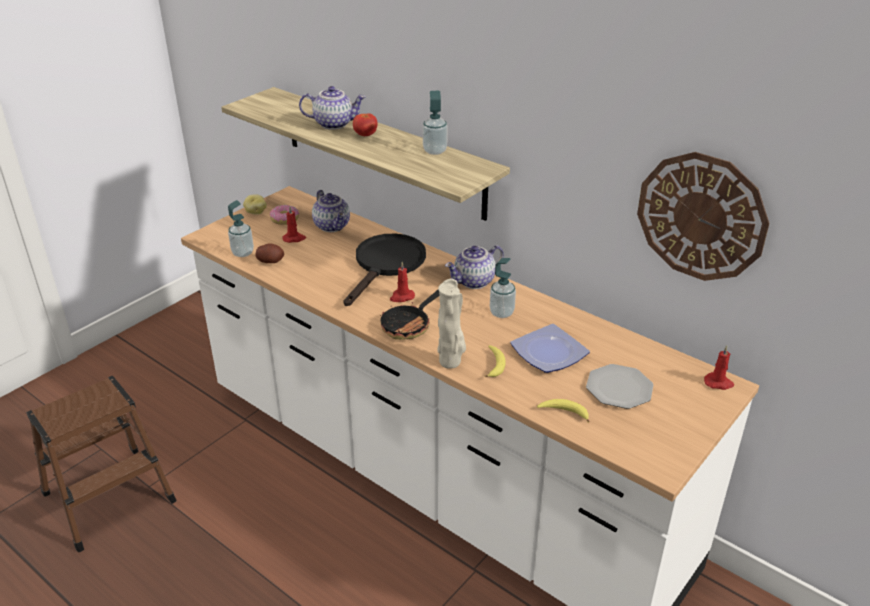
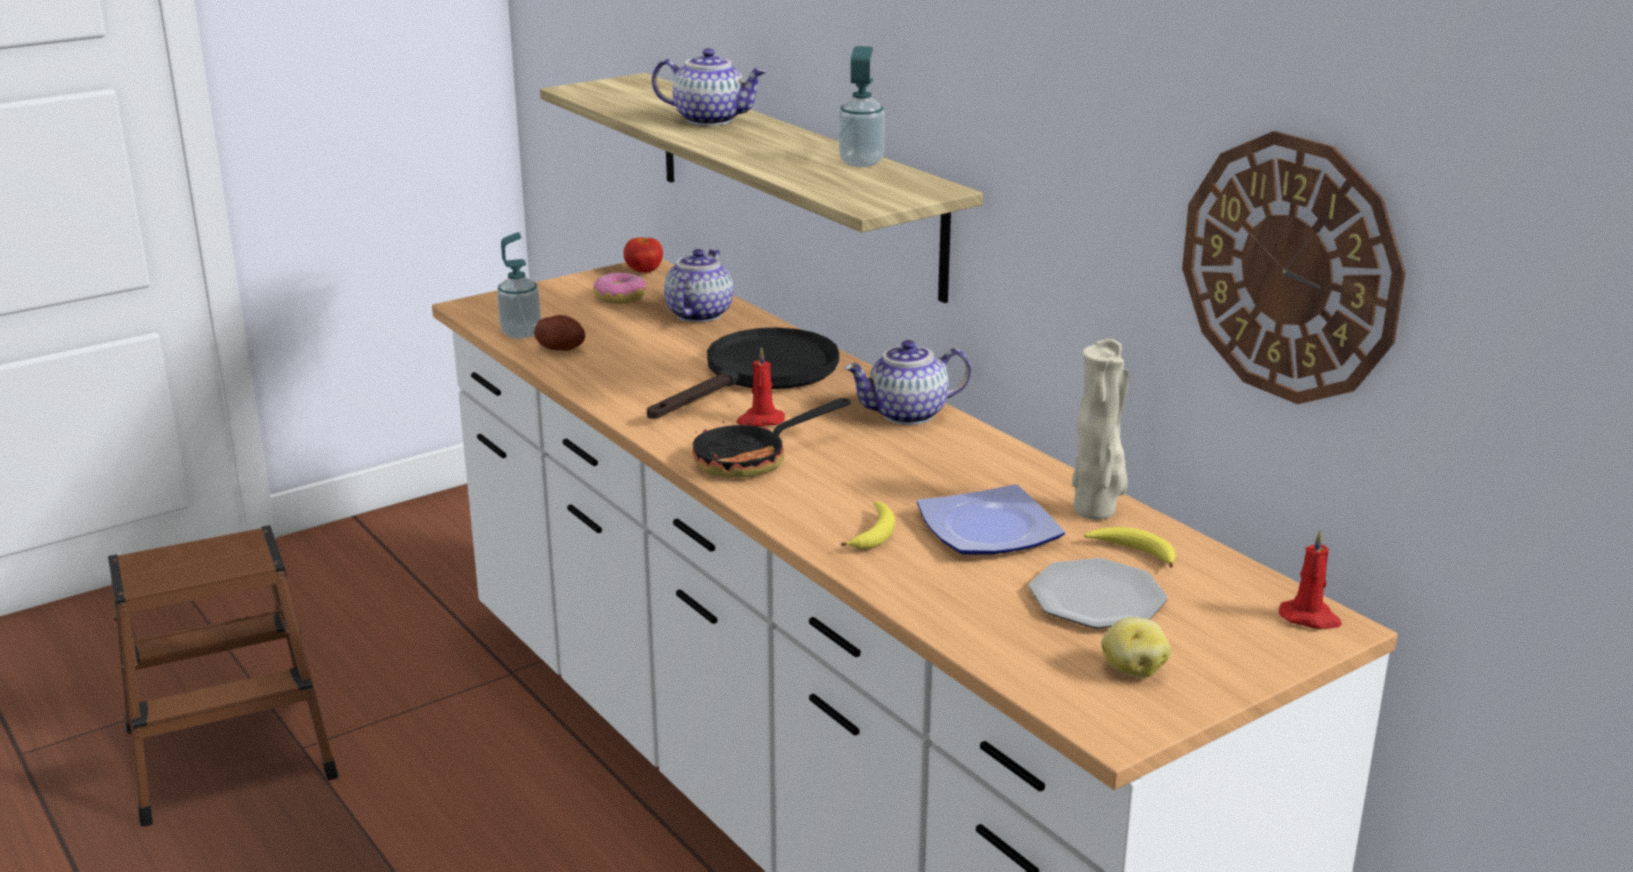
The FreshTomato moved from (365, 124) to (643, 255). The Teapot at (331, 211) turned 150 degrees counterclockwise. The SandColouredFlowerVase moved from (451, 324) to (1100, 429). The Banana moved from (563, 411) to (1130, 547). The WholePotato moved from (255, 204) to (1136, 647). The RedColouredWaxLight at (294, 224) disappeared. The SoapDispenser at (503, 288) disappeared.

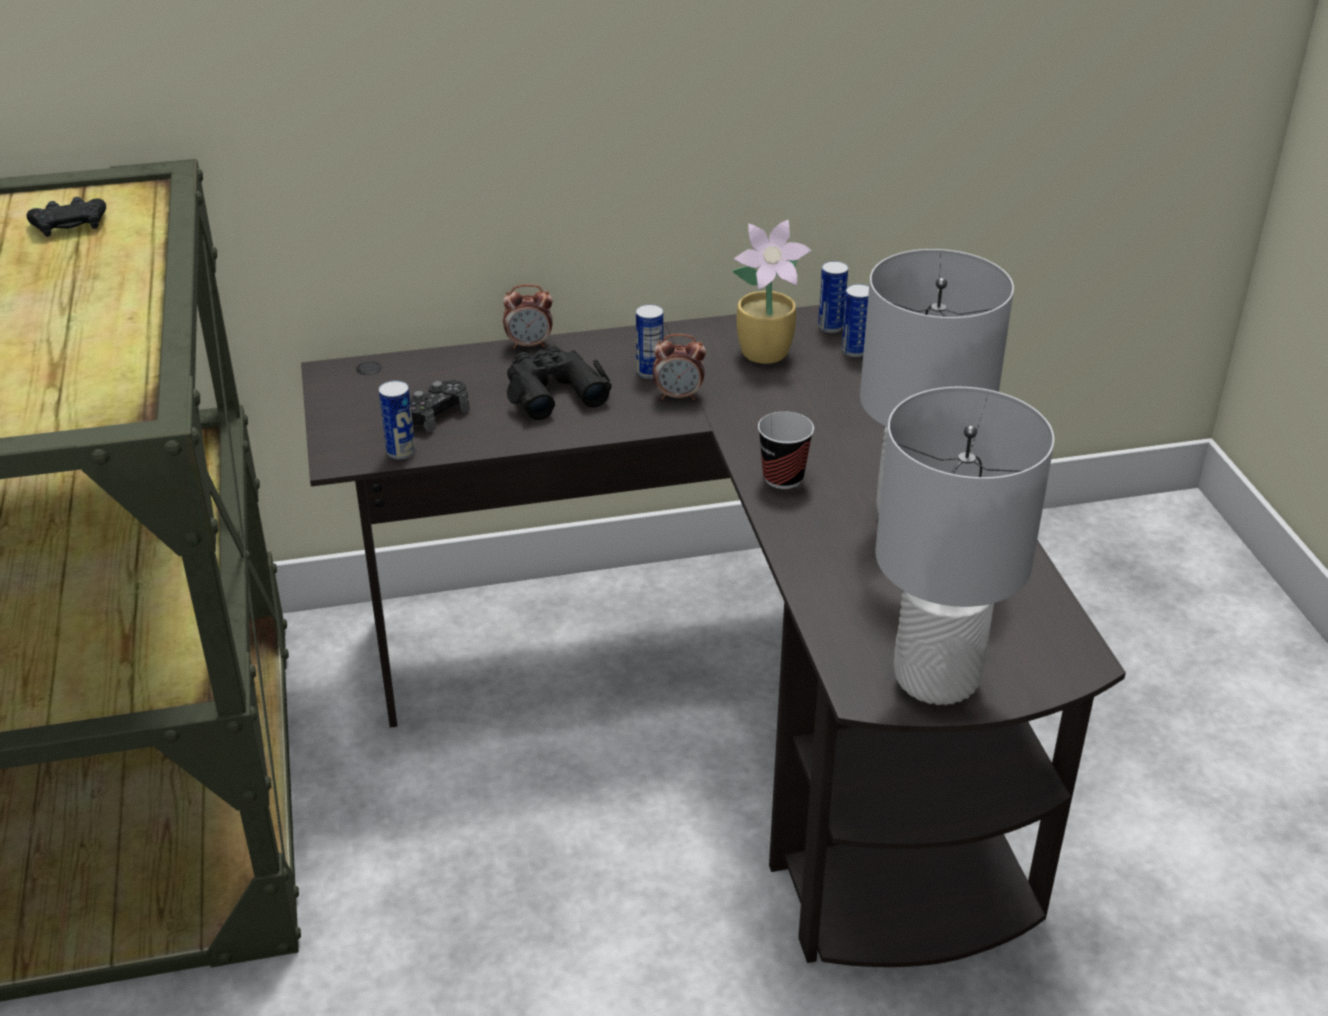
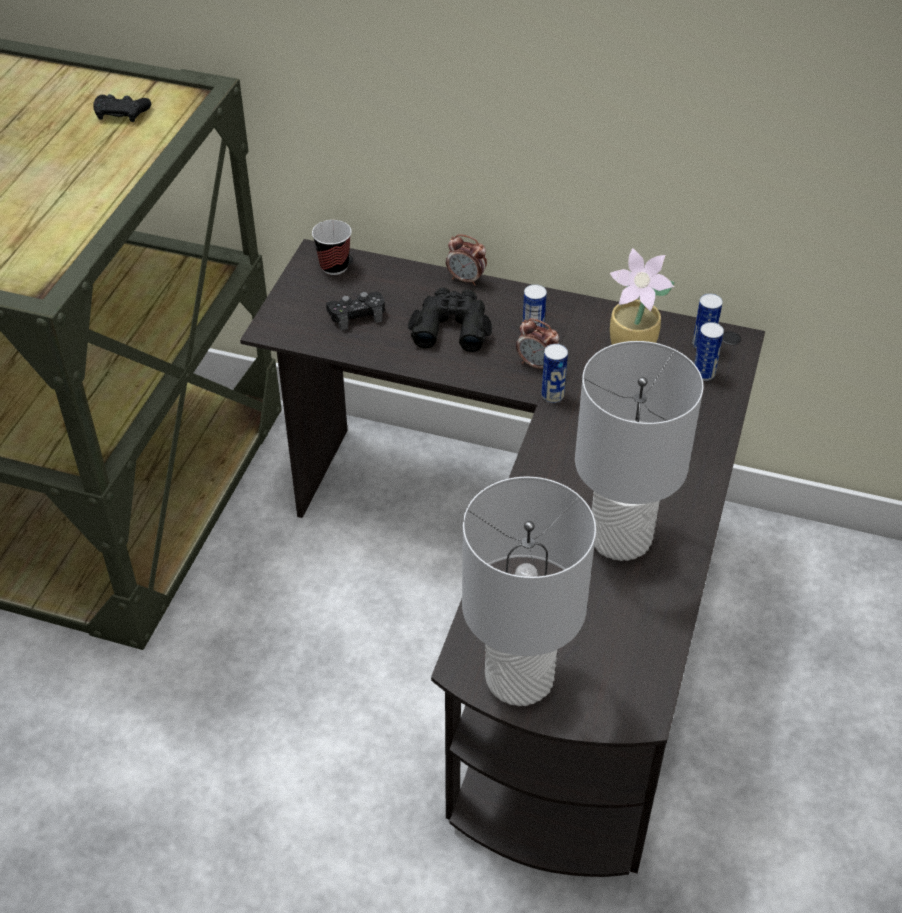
The Cup moved from (786, 450) to (332, 247). The MetalCan moved from (397, 419) to (554, 373).

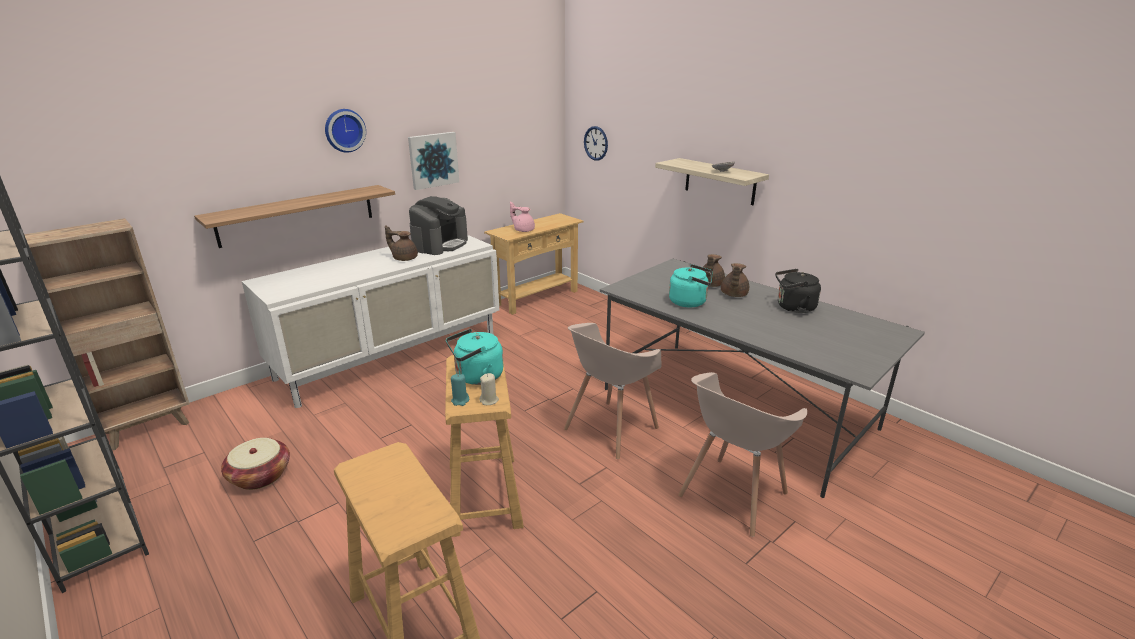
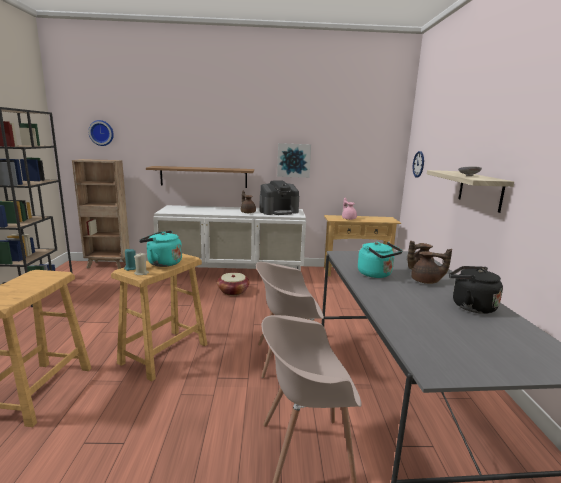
The HangingClock moved from (345, 131) to (101, 133). The Basket moved from (255, 464) to (233, 284). The BrownTeapot at (735, 280) turned 135 degrees counterclockwise.

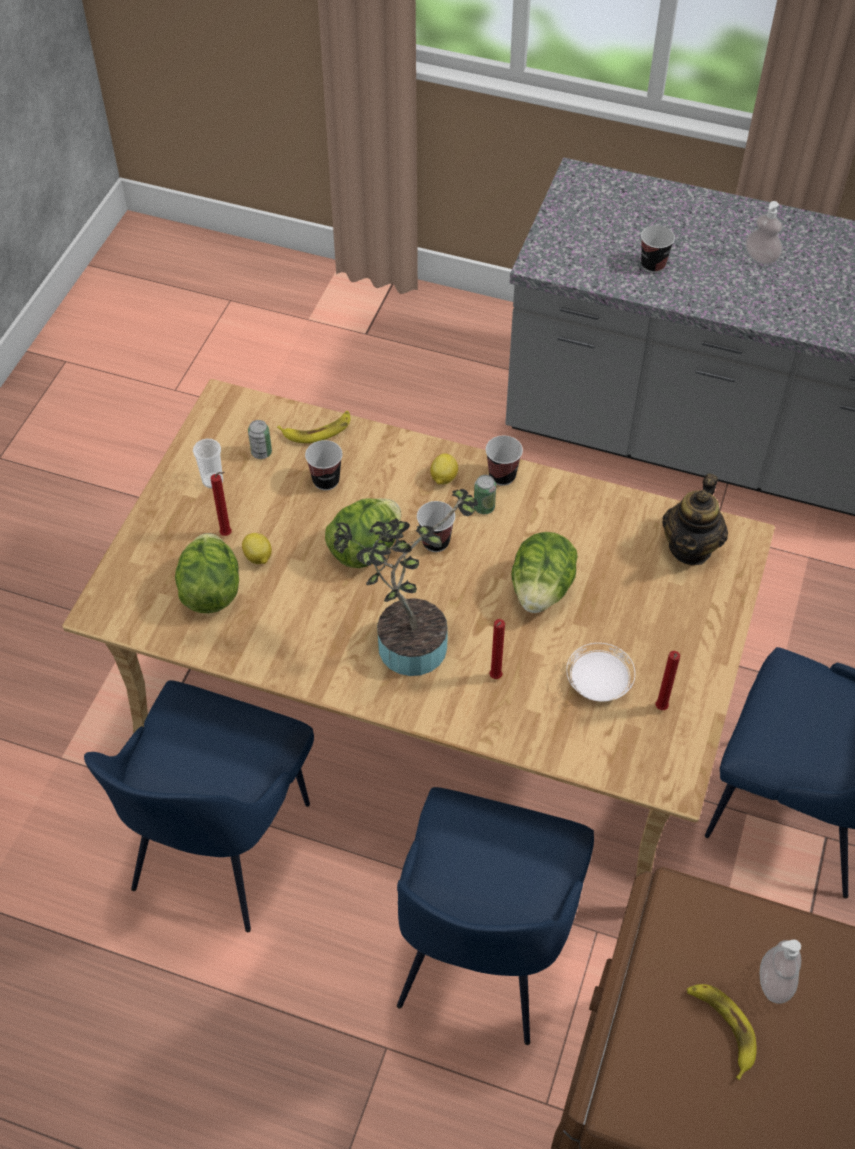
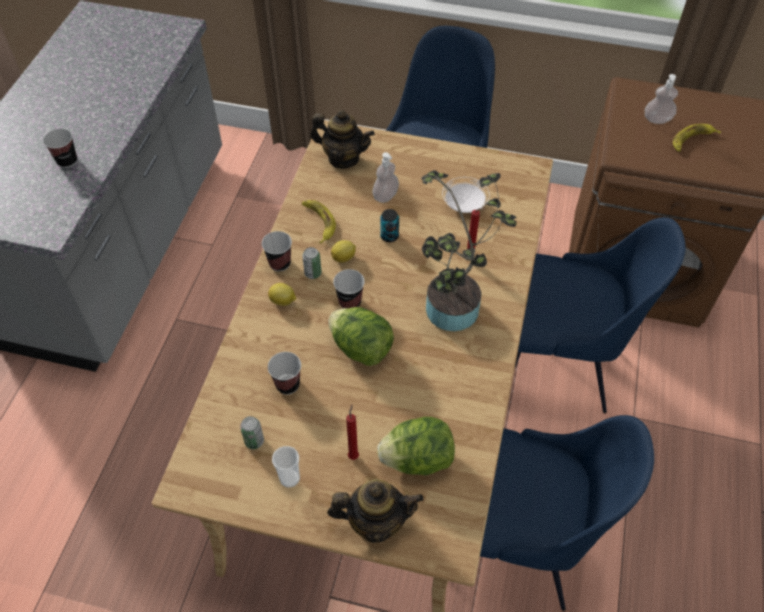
The Banana moved from (313, 427) to (319, 222). The Teapot at (375, 511) appeared. The Lemon moved from (257, 548) to (343, 251). The SoapDispenser moved from (764, 232) to (385, 177). The LettuceHead at (544, 572) was replaced by the MetalCan at (389, 225). The RedColouredWaxLight at (668, 680) disappeared.

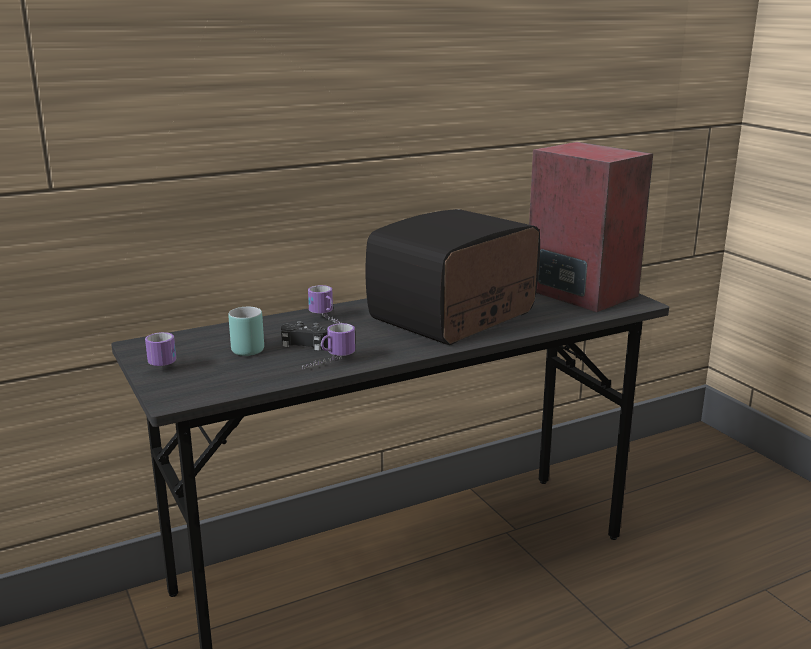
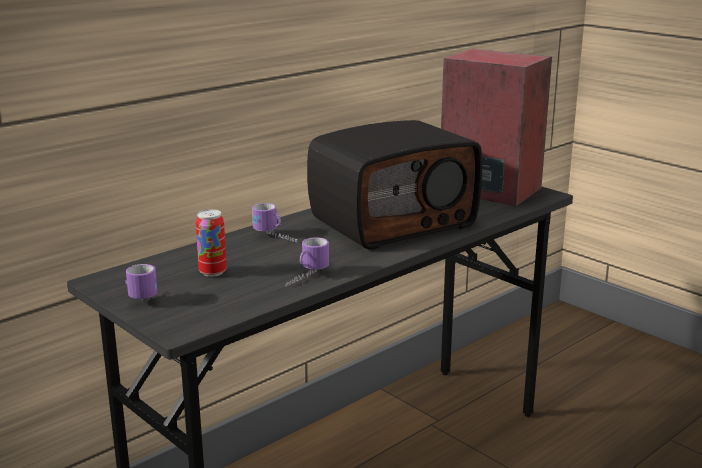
The TurquoiseTeaMug at (246, 331) was replaced by the MetalCan at (211, 243). The Radio at (452, 277) turned 150 degrees counterclockwise. The BlackishGameController at (304, 336) disappeared.

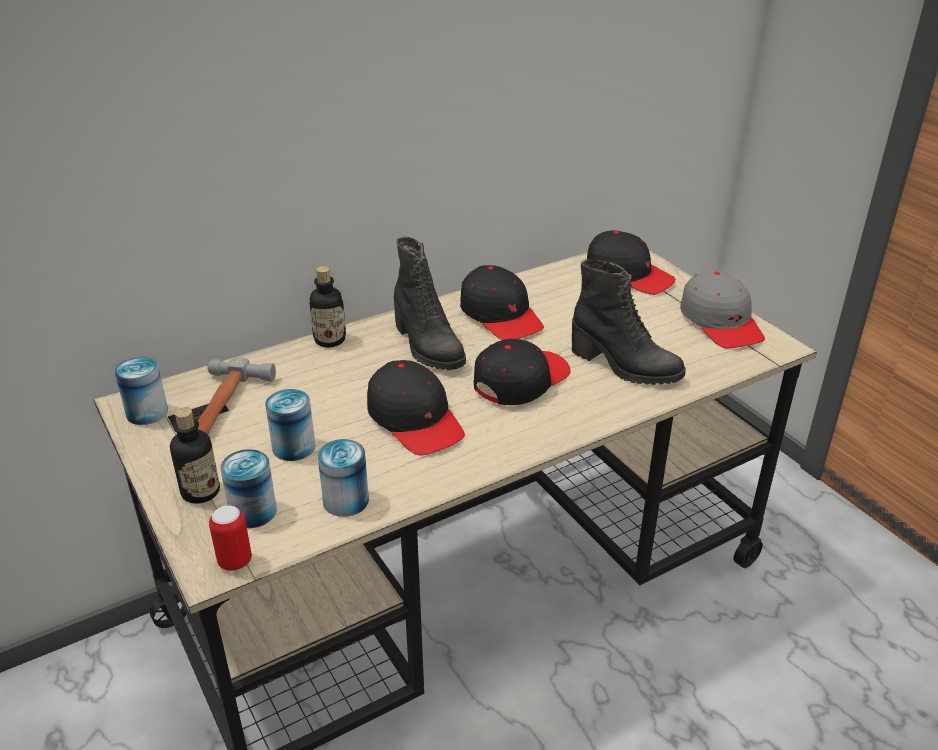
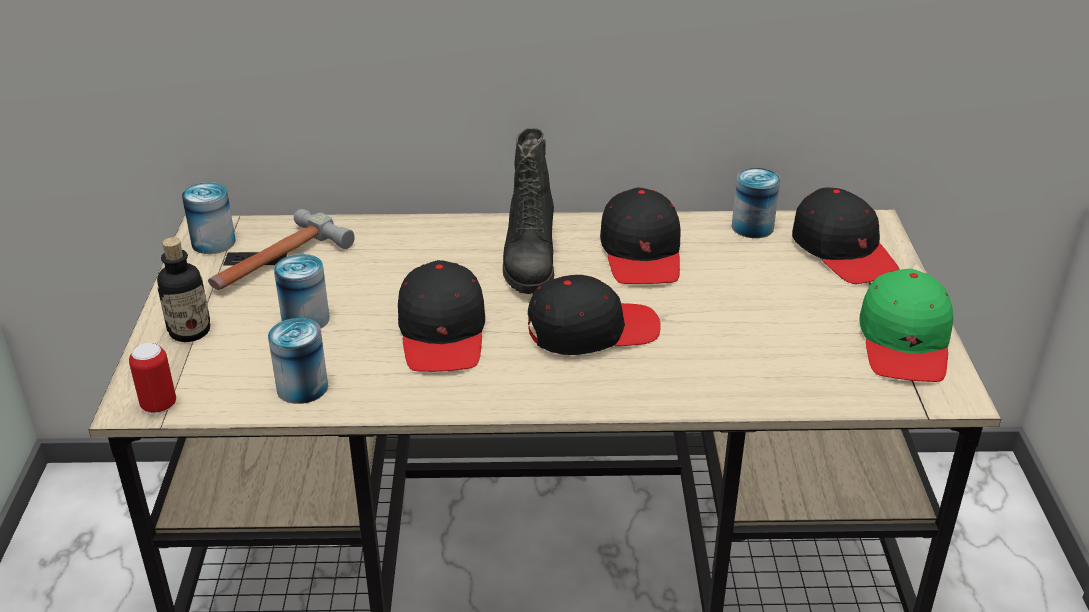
The MetalCan moved from (248, 488) to (756, 203). The GreyishCap at (722, 309) became the GreenCap at (906, 325). The BeverageBottle at (327, 306) disappeared. The BlackishTallBoot at (629, 322) disappeared.

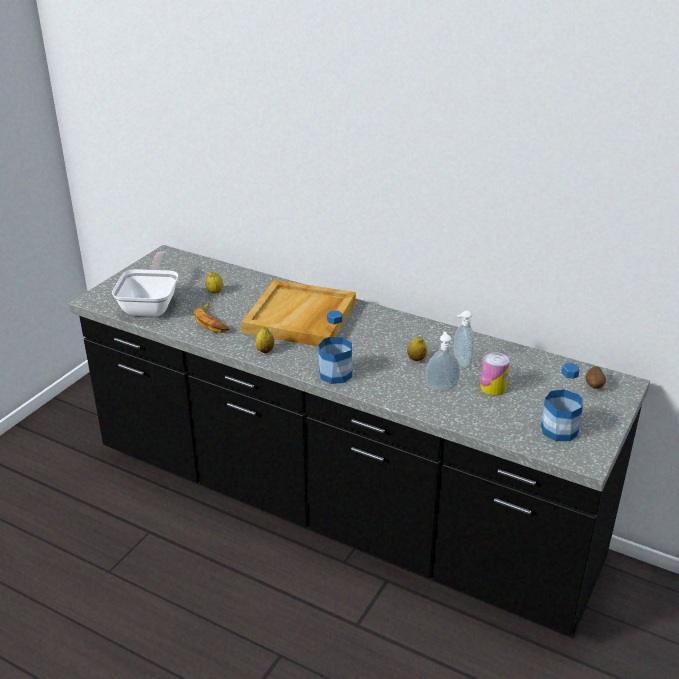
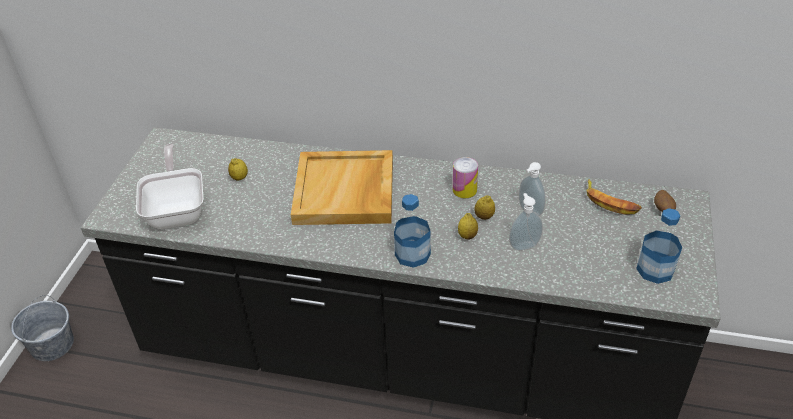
The GreyishWaterBucket at (42, 328) appeared. The MetalCan moved from (495, 373) to (465, 177). The Lemon moved from (264, 340) to (468, 226). The Banana moved from (212, 318) to (614, 197).

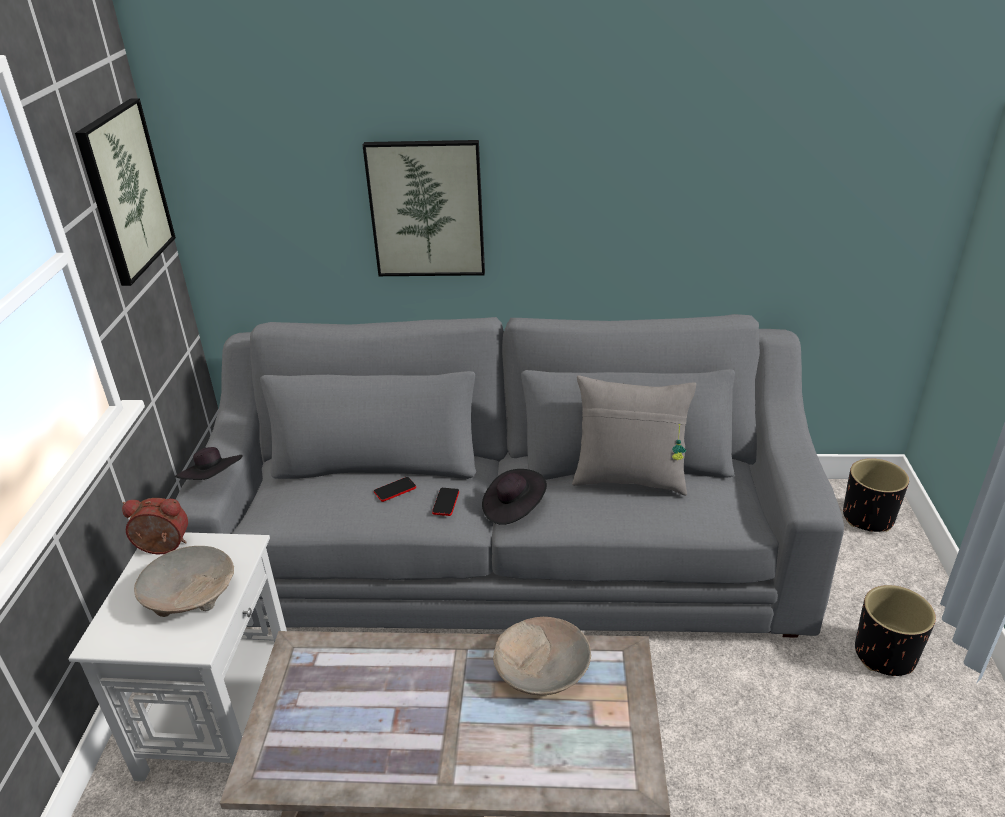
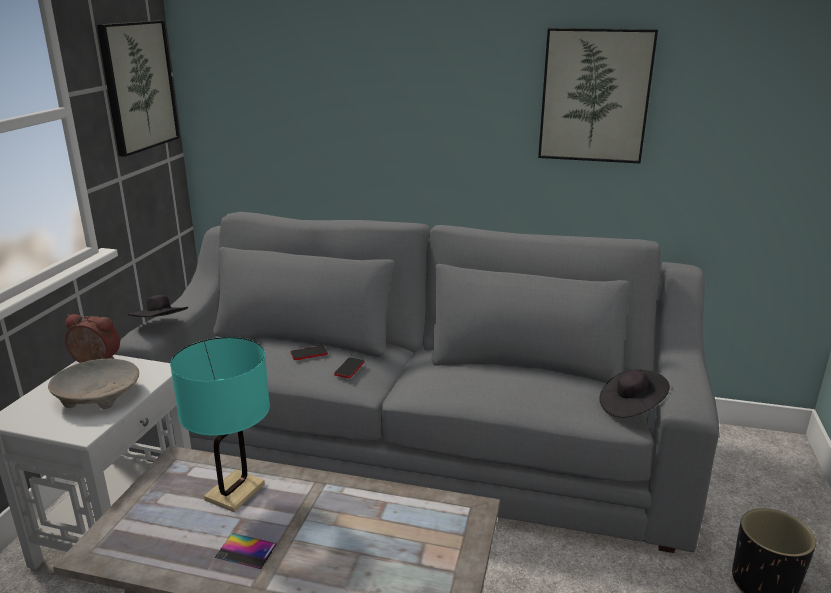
The TurquoiseLampForATable at (220, 424) appeared. The Telephone at (246, 551) appeared. The WallPicture moved from (424, 208) to (598, 95). The BlackishHat moved from (514, 497) to (634, 393). The SandColouredBowl at (542, 656) disappeared. The GreyishPillow at (634, 435) disappeared. The BlackishPlantPot at (876, 495) disappeared.

